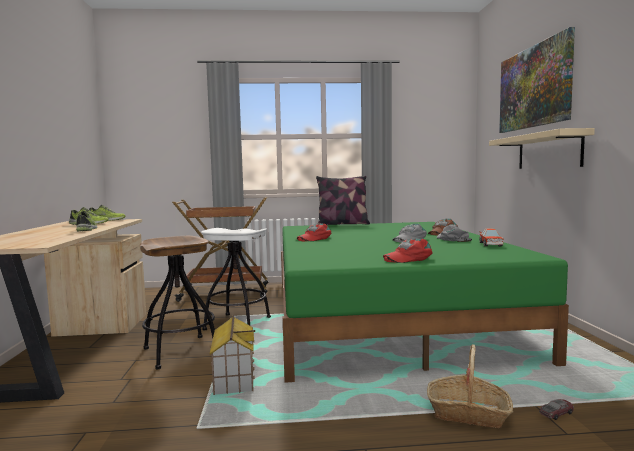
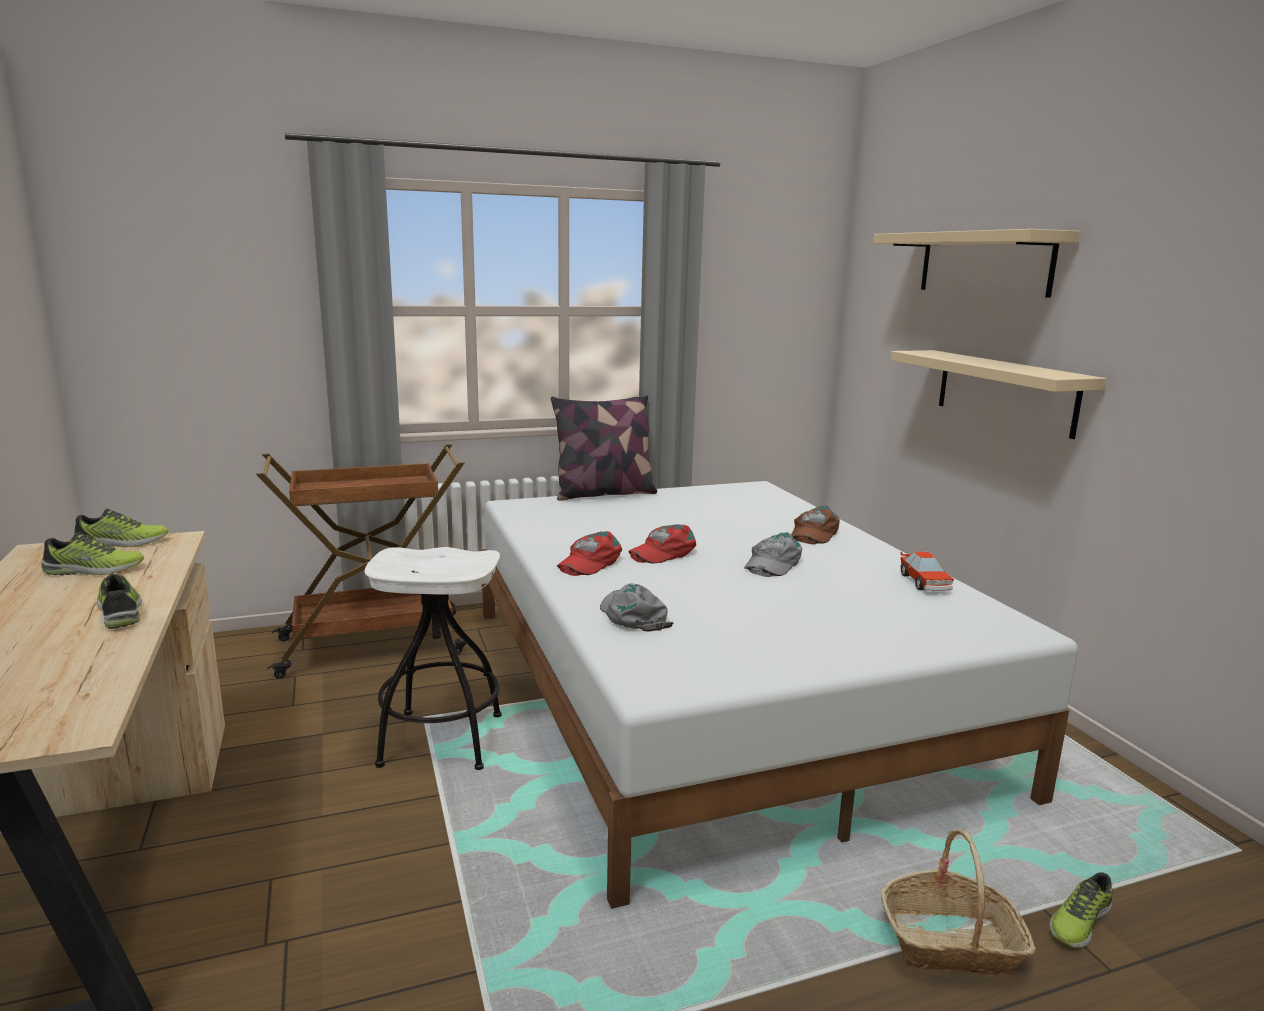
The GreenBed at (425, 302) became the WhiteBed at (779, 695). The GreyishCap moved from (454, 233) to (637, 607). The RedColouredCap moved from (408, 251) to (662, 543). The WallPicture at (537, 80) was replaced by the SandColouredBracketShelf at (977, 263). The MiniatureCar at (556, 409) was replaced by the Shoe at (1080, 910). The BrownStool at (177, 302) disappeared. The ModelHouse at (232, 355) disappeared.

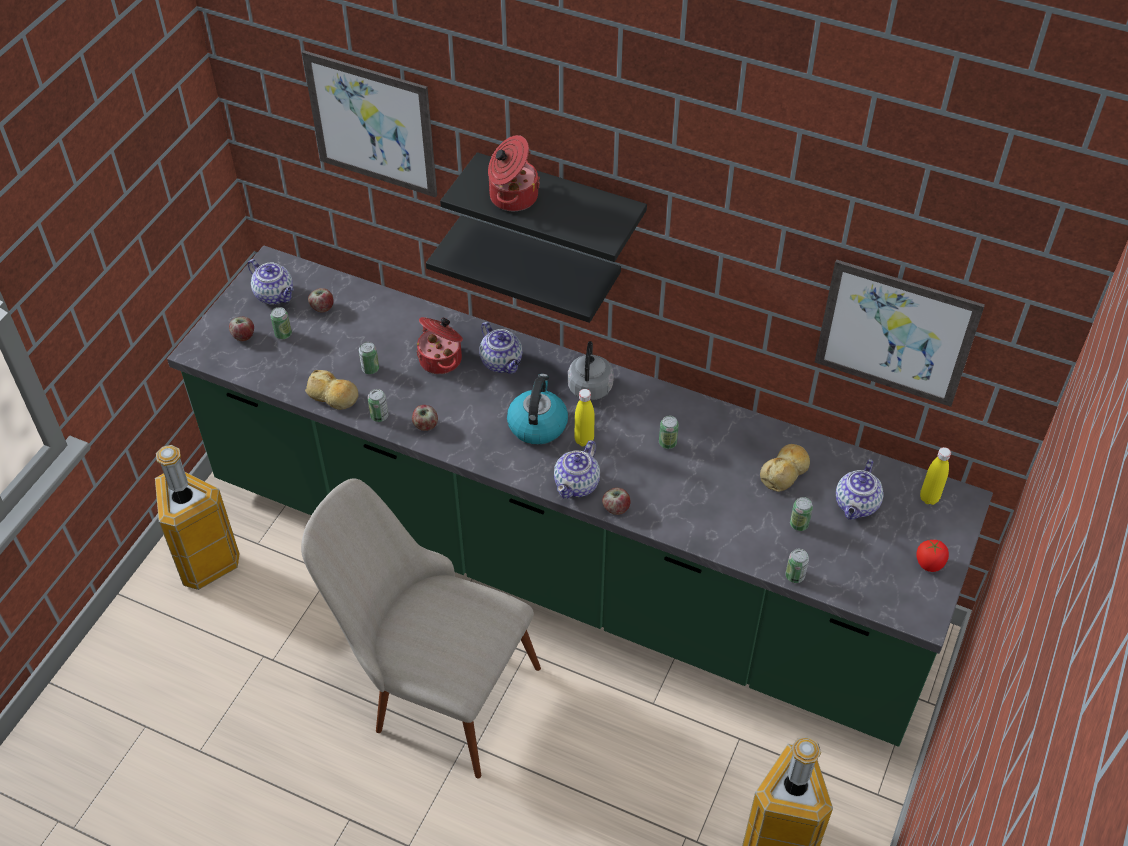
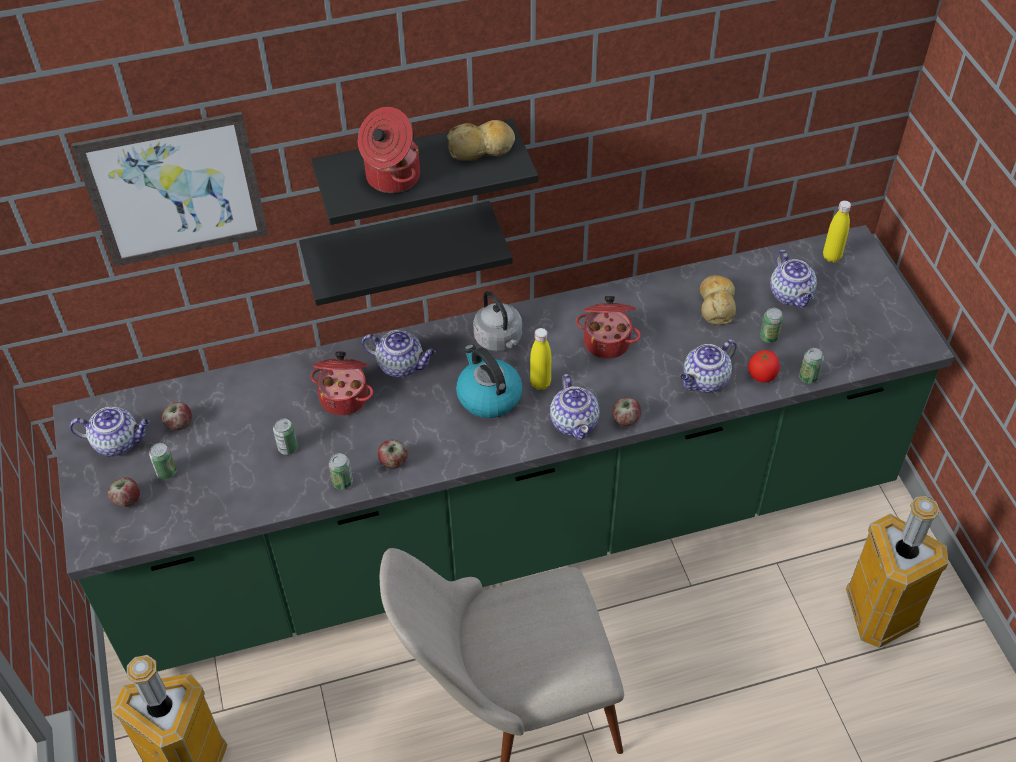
The Bread moved from (332, 390) to (481, 140). The MetalCan at (669, 432) was replaced by the Stockpot at (608, 327). The Teapot at (708, 366) appeared. The FreshTomato moved from (933, 555) to (764, 366). The WallPicture at (900, 333) disappeared.

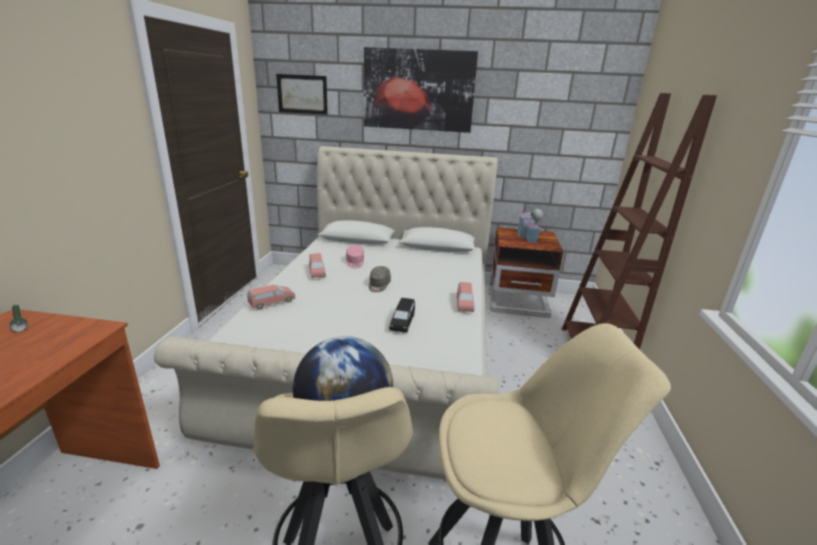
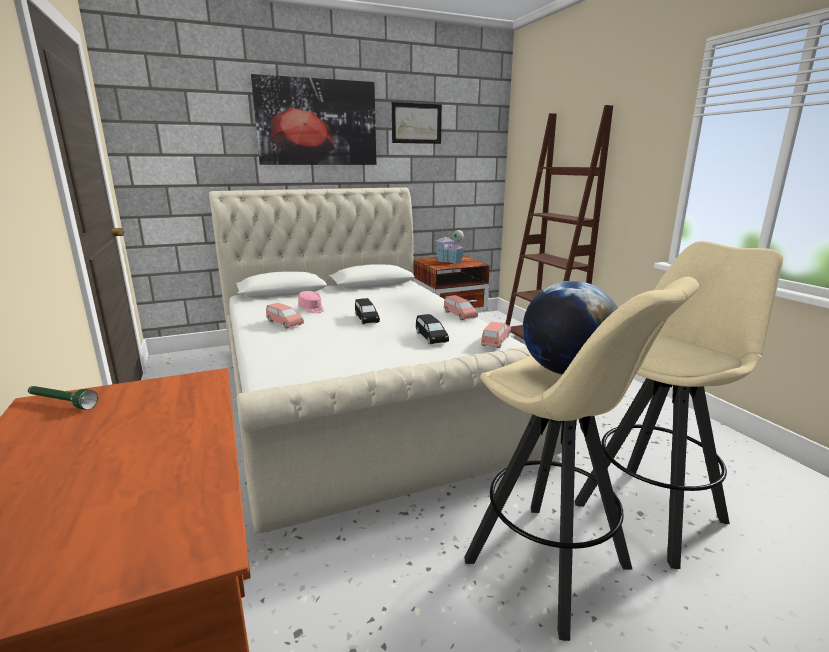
The GreyishCap at (380, 279) was replaced by the BlackishMiniatureCar at (367, 311). The WallPicture moved from (302, 94) to (417, 123). The PinkMiniatureCar moved from (271, 297) to (496, 334).

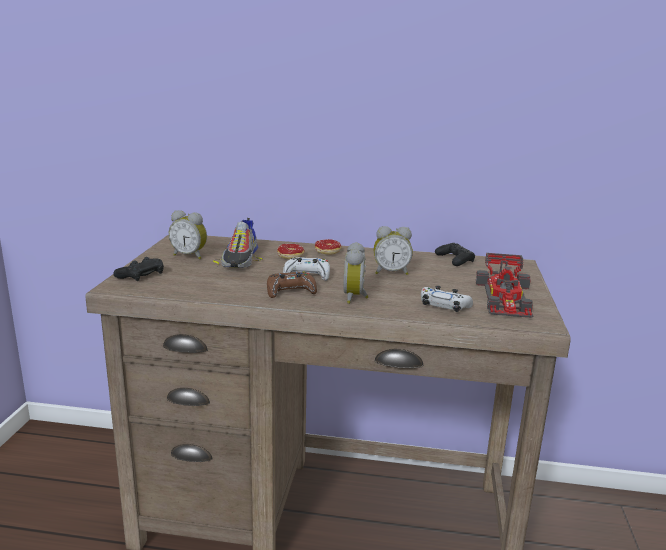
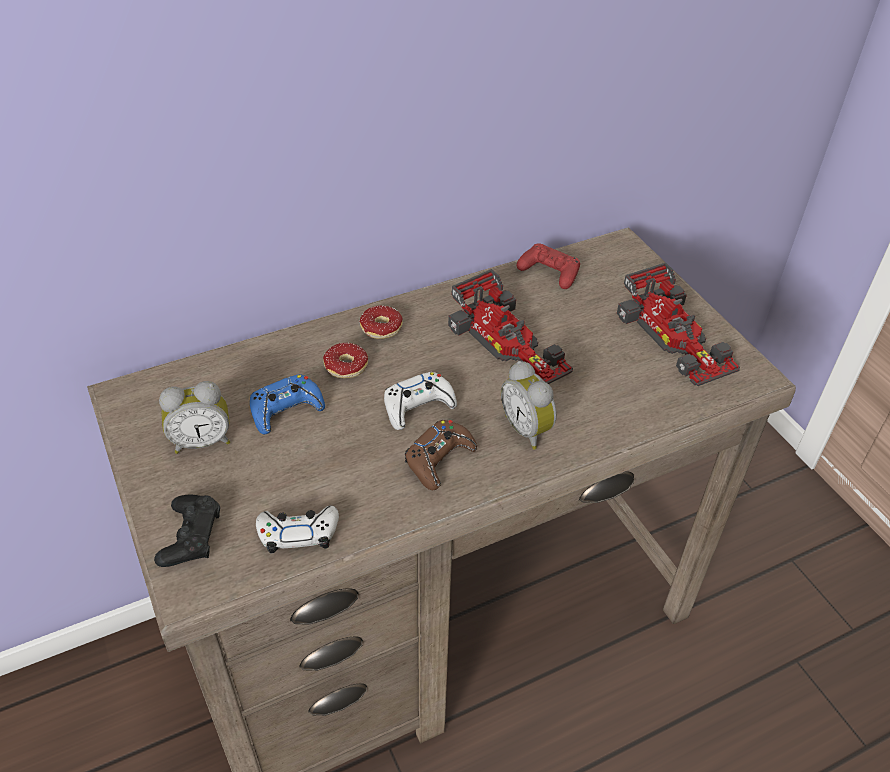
The Shoe at (238, 243) was replaced by the BluishGameController at (287, 404). The WhiteGameController moved from (447, 299) to (297, 529). The BedsideClock at (393, 250) was replaced by the MiniatureCar at (510, 326). The BlackishGameController at (455, 254) became the RedColouredGameController at (548, 266).

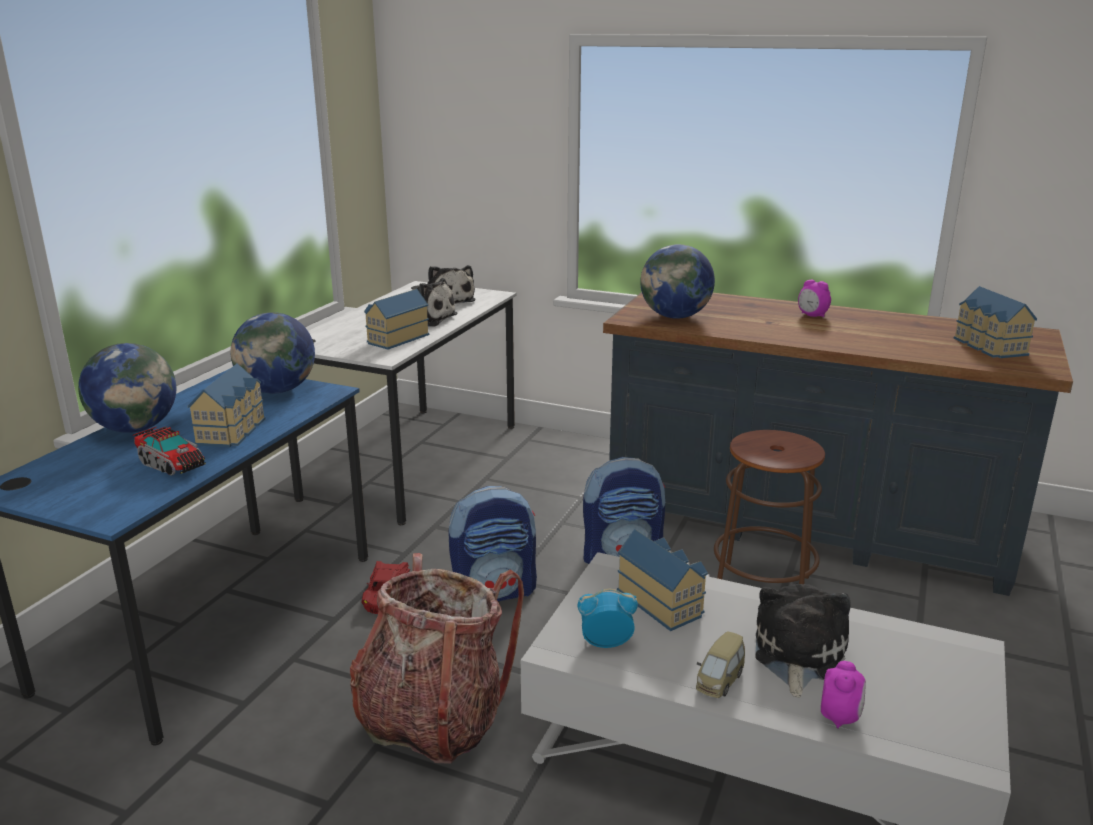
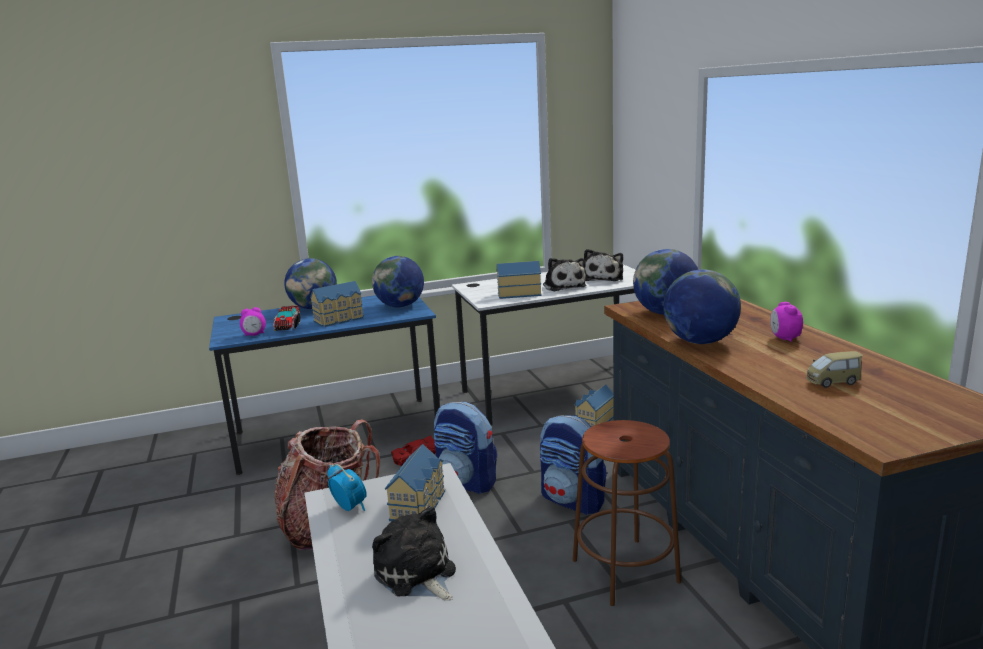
The BedsideClock moved from (843, 694) to (253, 321). The PlushToy at (803, 641) turned 105 degrees counterclockwise. The ModelHouse moved from (995, 322) to (594, 405). The DeskGlobe at (702, 307) appeared. The MiniatureCar moved from (720, 664) to (834, 369).

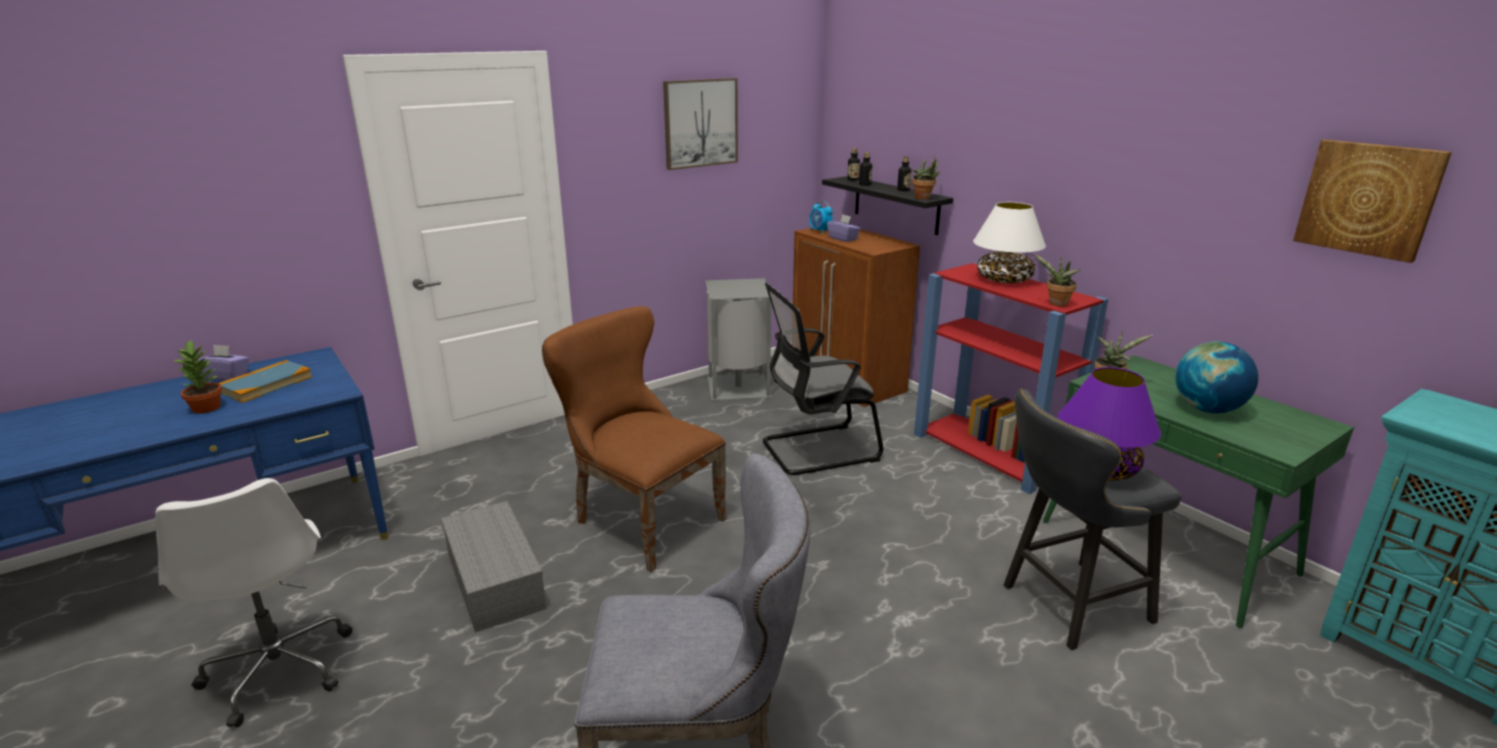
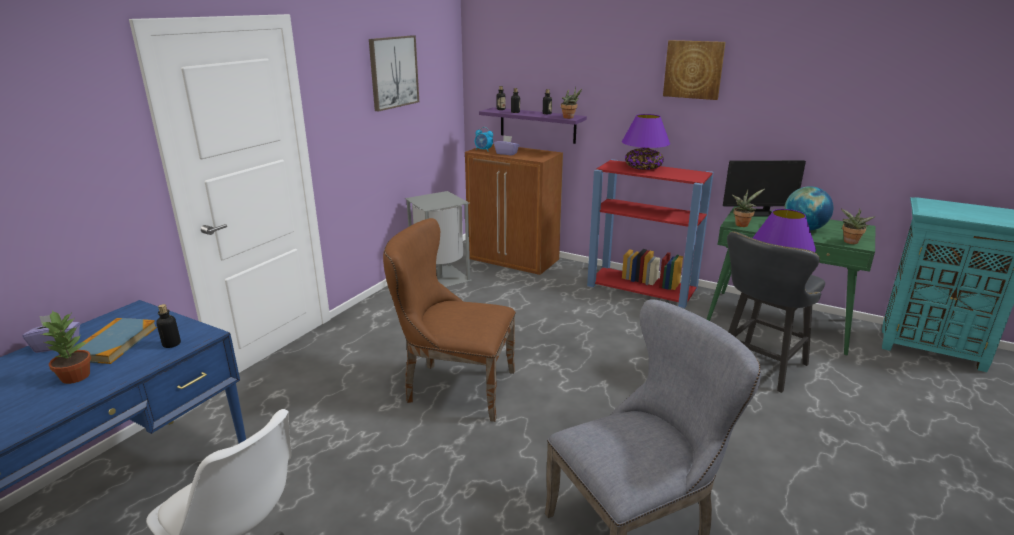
The BeverageBottle at (168, 326) appeared. The BlackishBracketShelf at (887, 205) became the PurplishBracketShelf at (533, 125). The WhiteLampForATable at (1009, 242) became the PurplishLampForATable at (646, 142). The WallPicture moved from (1372, 201) to (694, 70). The ComputerDisplay at (764, 188) appeared. The PlantInAPot moved from (1057, 280) to (858, 226). The GreyishStorageBin at (494, 566) disappeared. The PlainChair at (823, 378) disappeared.

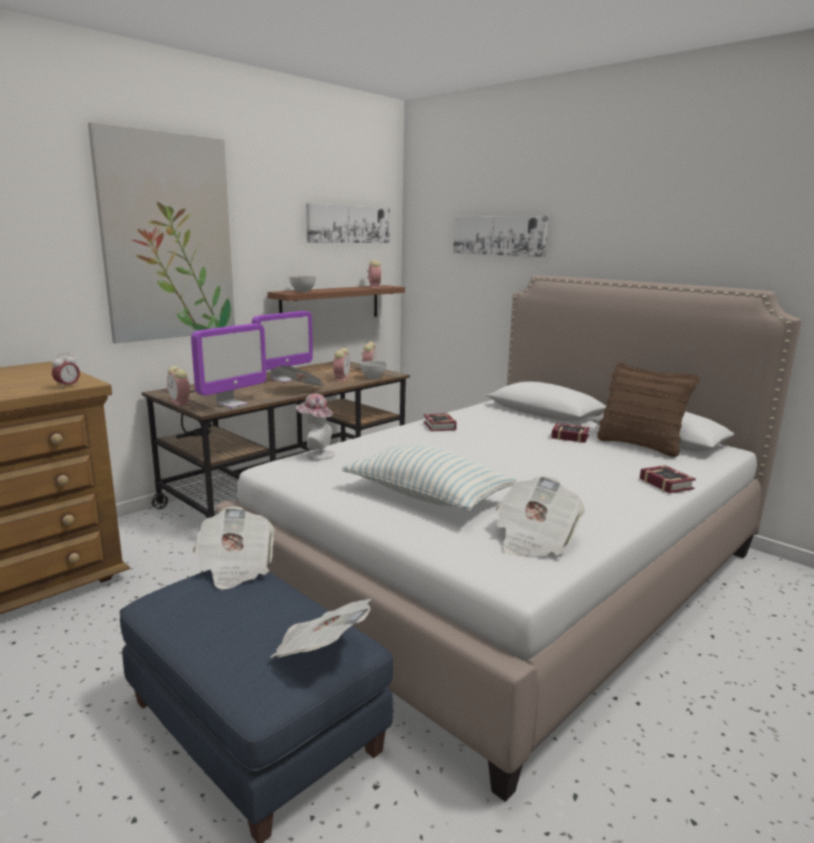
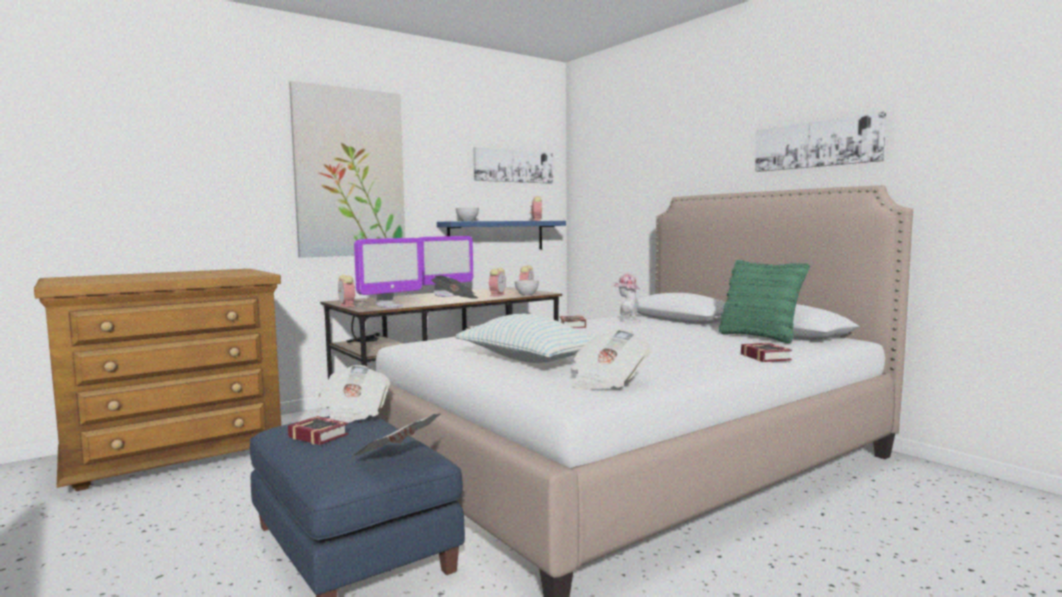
The BoundBook moved from (570, 433) to (318, 430). The BrownBracketShelf at (336, 301) became the BluishBracketShelf at (501, 235). The Hat moved from (315, 427) to (627, 298). The BrownPillow at (648, 410) became the GreenPillow at (764, 301). The WallPicture moved from (501, 236) to (820, 141). The BedsideClock at (66, 371) disappeared.

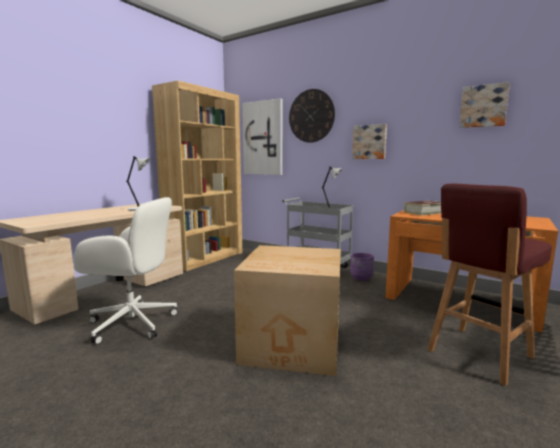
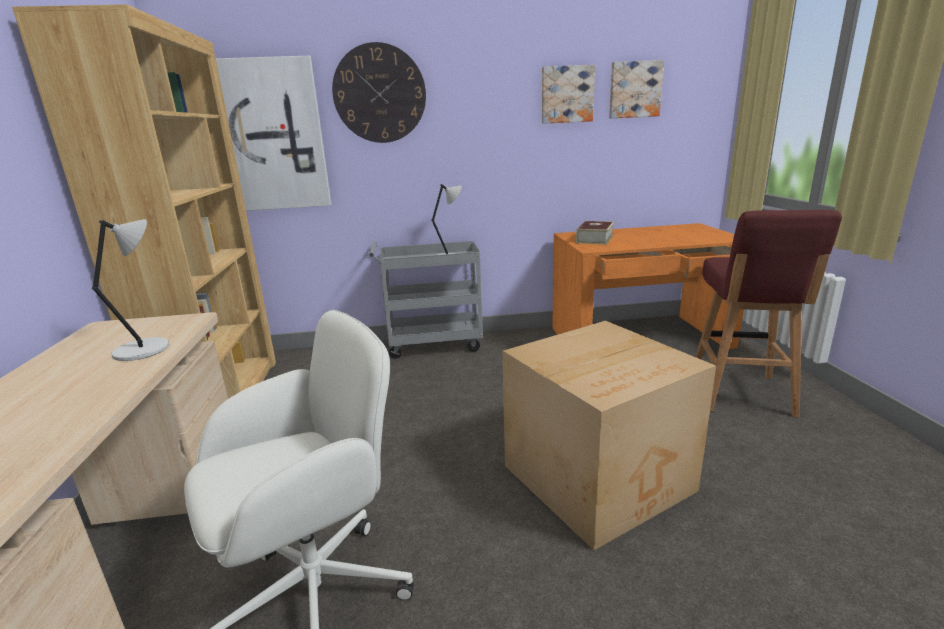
The WallPicture moved from (369, 141) to (568, 94). The PurplishPlantPot at (362, 267) disappeared.

